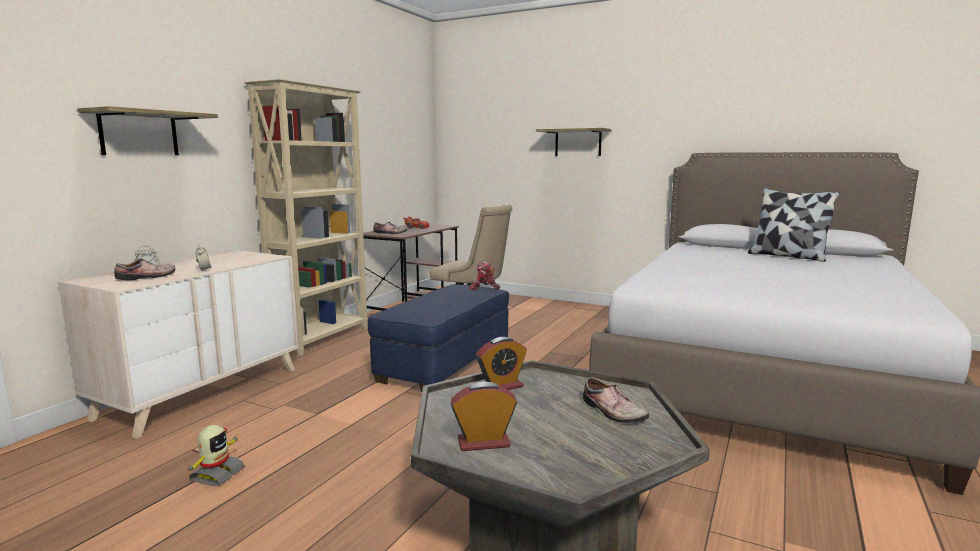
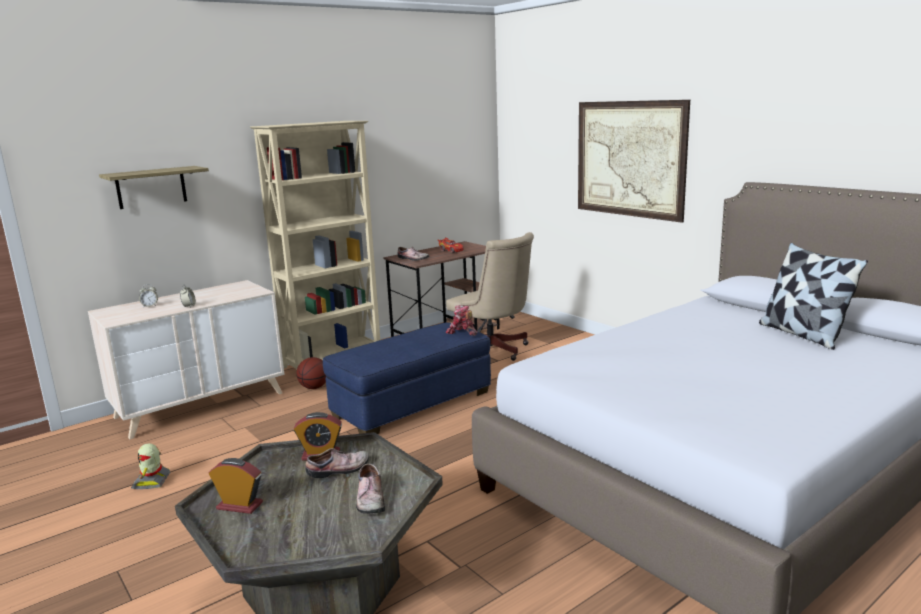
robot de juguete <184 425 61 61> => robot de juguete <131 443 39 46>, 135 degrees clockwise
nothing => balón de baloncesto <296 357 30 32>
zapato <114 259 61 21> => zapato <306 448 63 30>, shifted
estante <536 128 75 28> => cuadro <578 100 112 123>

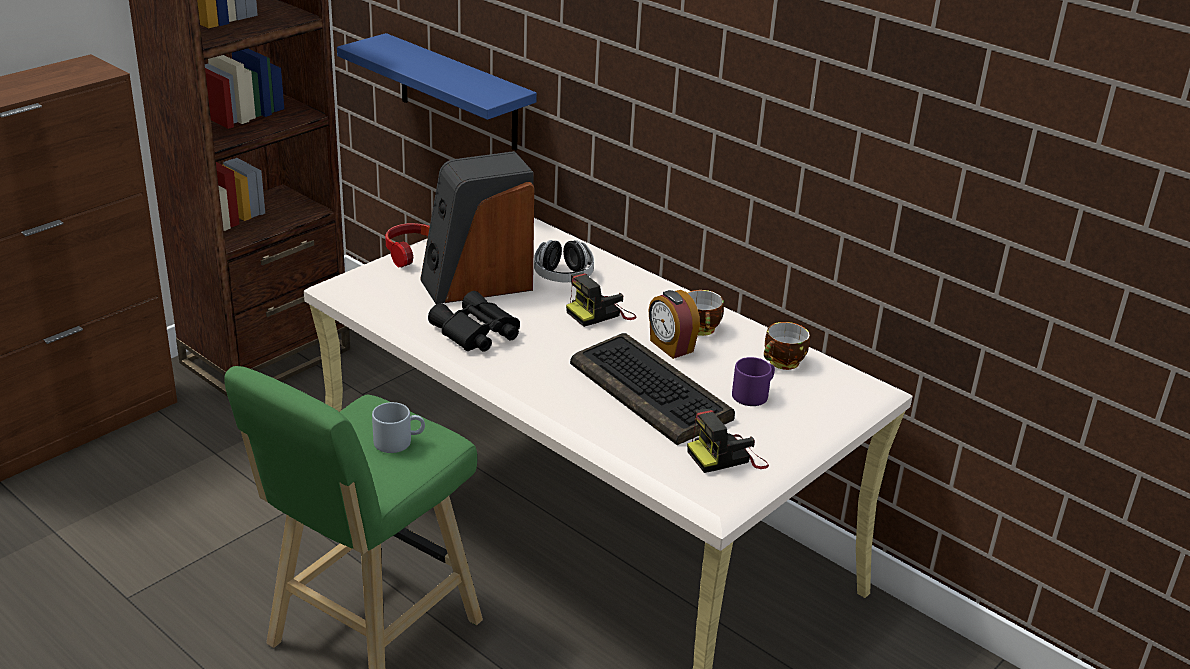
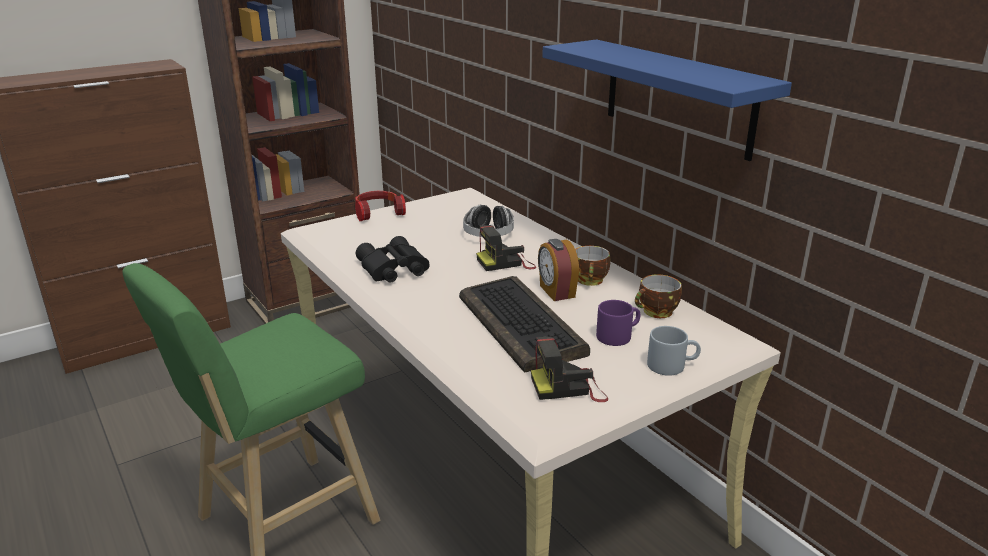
estante (azul) <337 33 200 118> => estante (azul) <542 39 250 122>, shifted
taza grande (gris) <372 402 53 51> => taza grande (gris) <647 326 54 50>, shifted
altavoz <420 151 115 153> => nothing

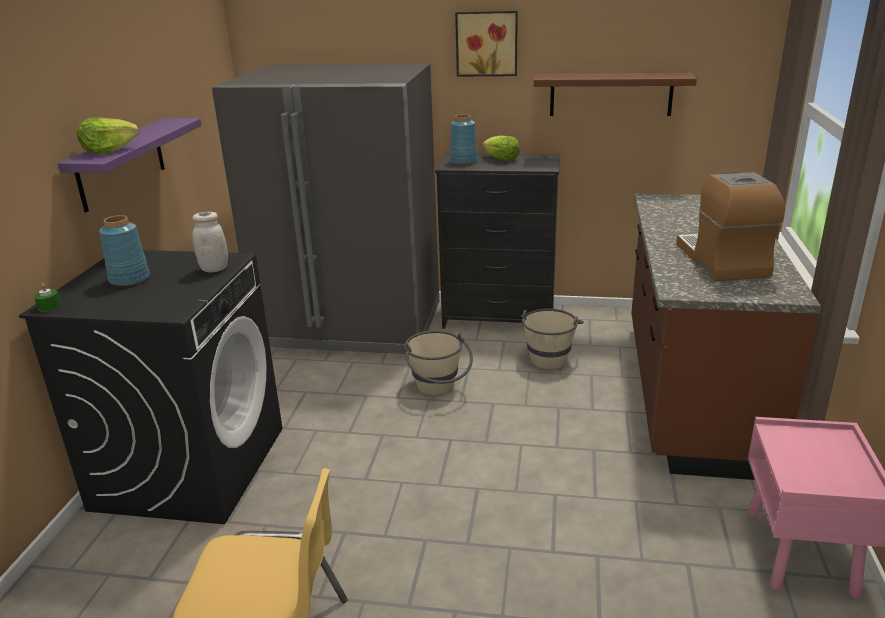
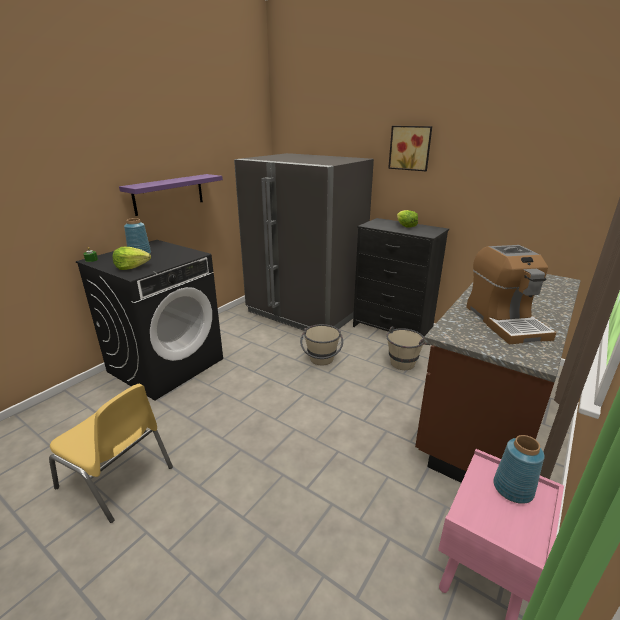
lechuga <77 118 62 36> => lechuga <113 247 38 23>, shifted
cafetera <676 172 109 109> => cafetera <466 245 90 99>, 150 degrees clockwise
florero (azul) <450 114 28 51> => florero (azul) <493 435 51 69>, shifted
tarro (blanco) <192 212 36 60> => nothing
estante (marrón) <534 73 163 43> => nothing

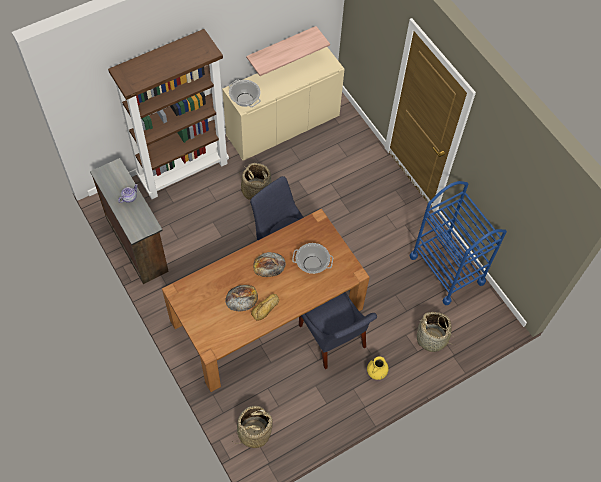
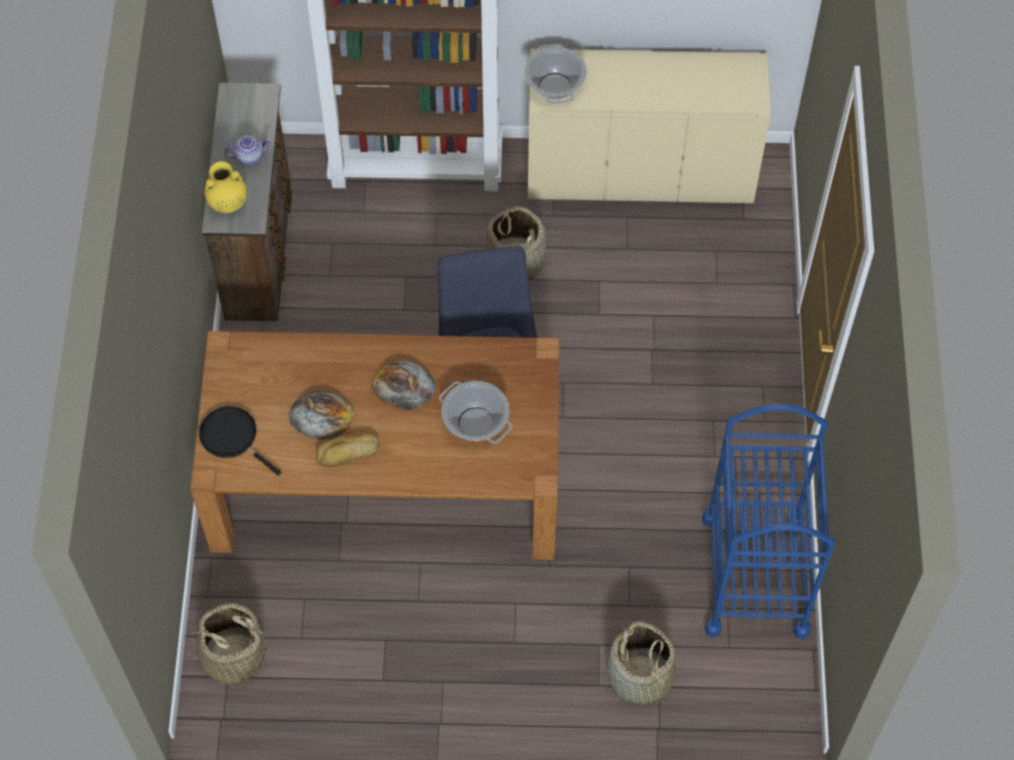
nothing => sartén (negro) <199 406 83 70>
florero (amarillo) <367 356 22 24> => florero (amarillo) <205 161 42 52>, shifted
estante <246 26 84 50> => nothing
silla (azul) <299 292 78 77> => nothing

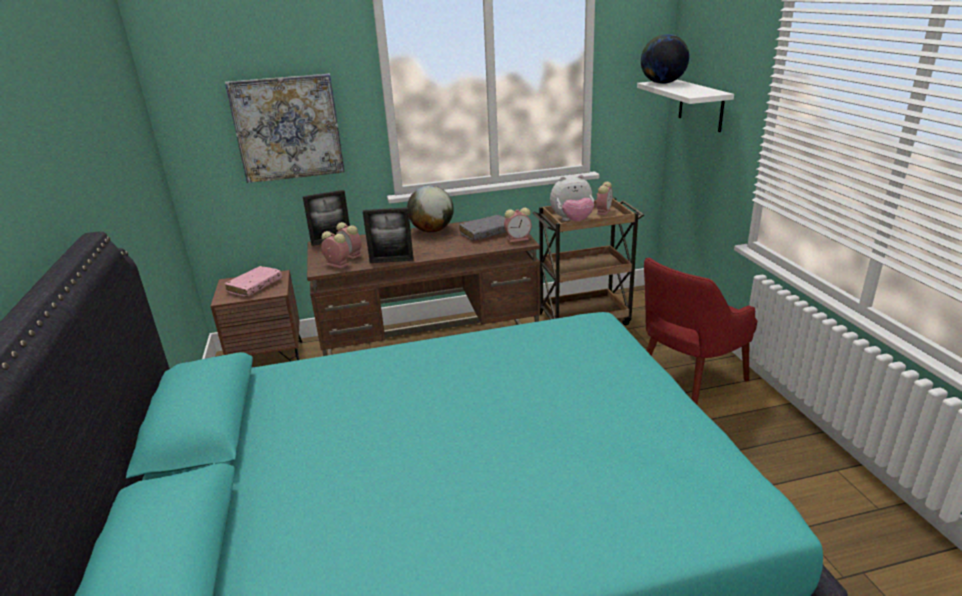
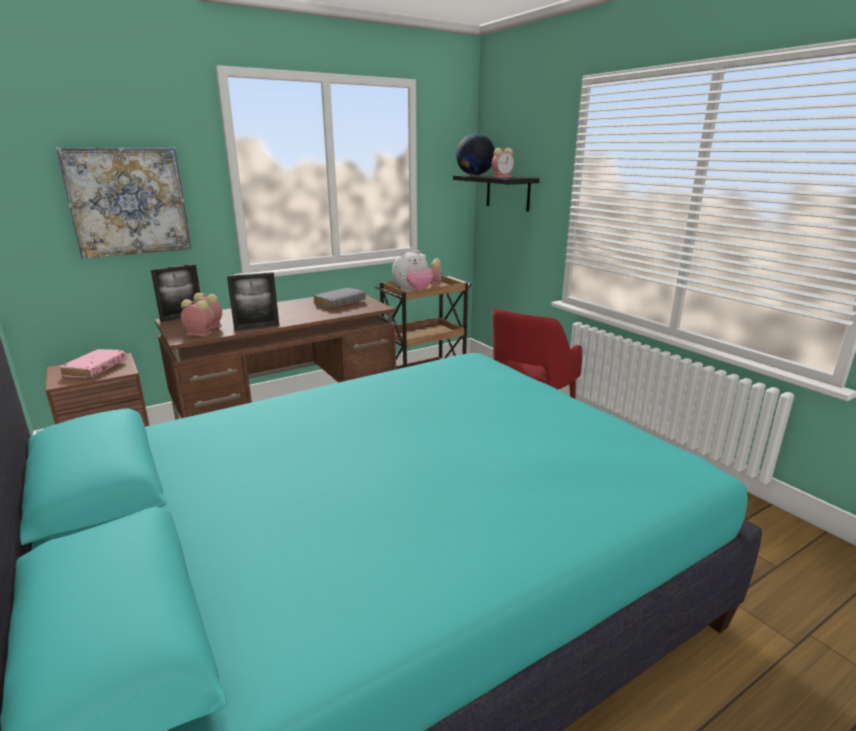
estante (blanco) <637 80 97 52> => estante (negro) <453 174 87 38>
despertador <504 208 28 34> => despertador <491 148 23 29>, shifted
globo terráqueo <407 185 47 47> => nothing

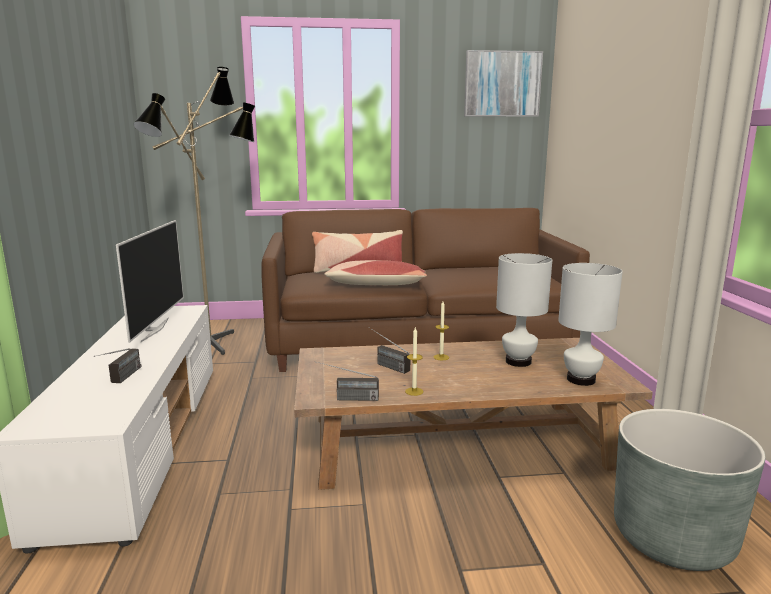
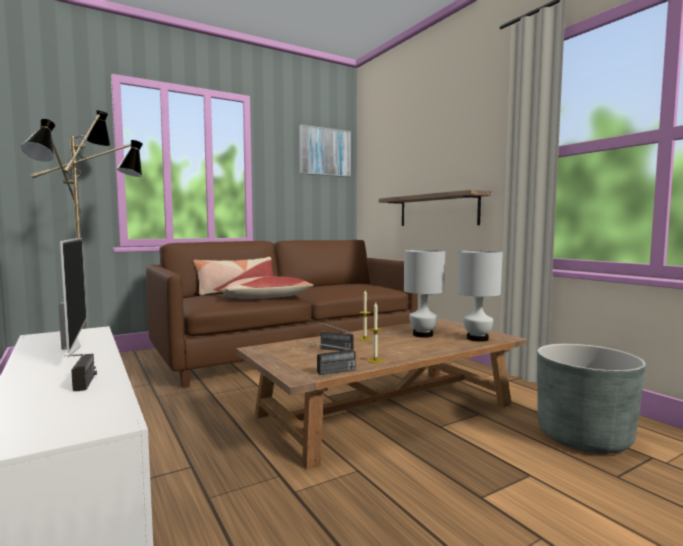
nothing => estante <379 190 112 36>

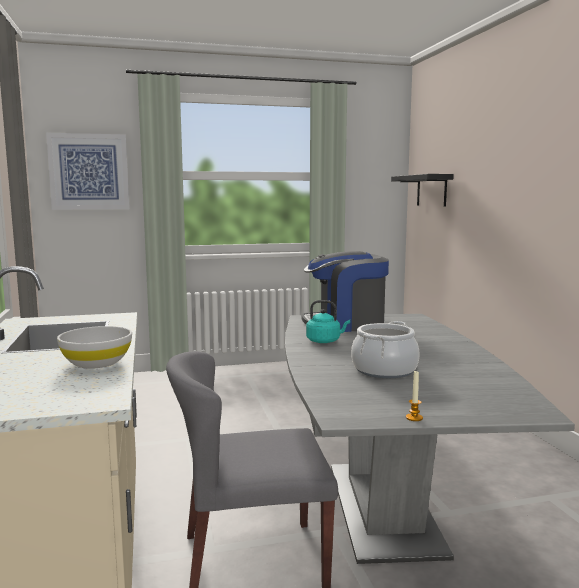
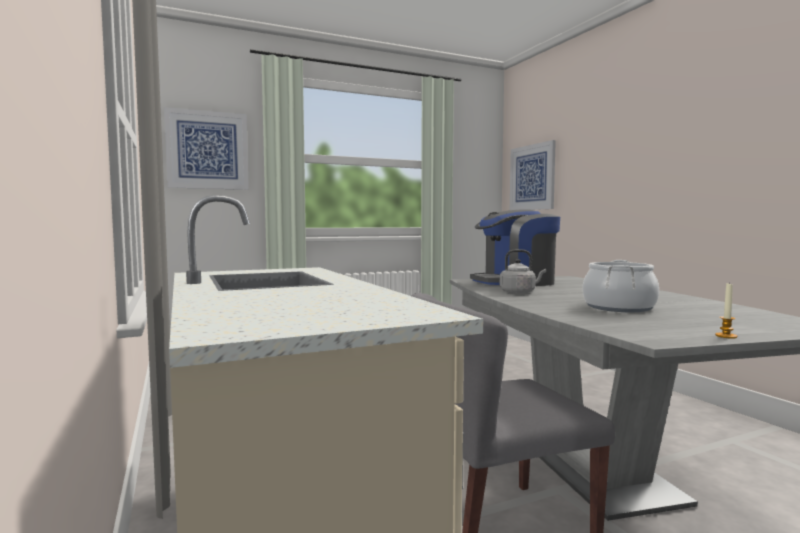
hervidor (turquesa) <306 300 44 43> => hervidor (gris) <500 249 46 45>
estante (negro) <391 174 63 33> => cuadro <510 140 46 70>
cuenco (blanco) <57 326 75 43> => nothing

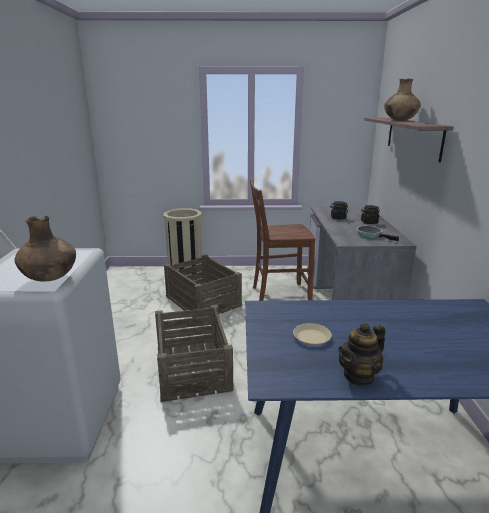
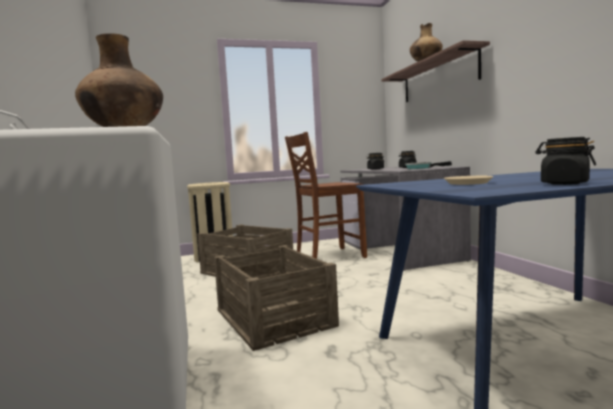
tetera <338 322 48 65> => tarro (negro) <535 137 61 48>

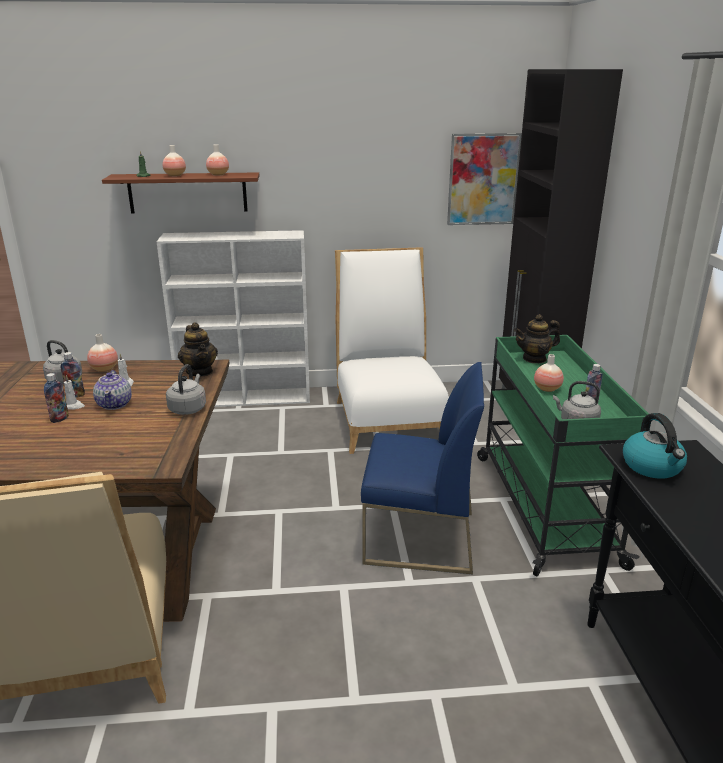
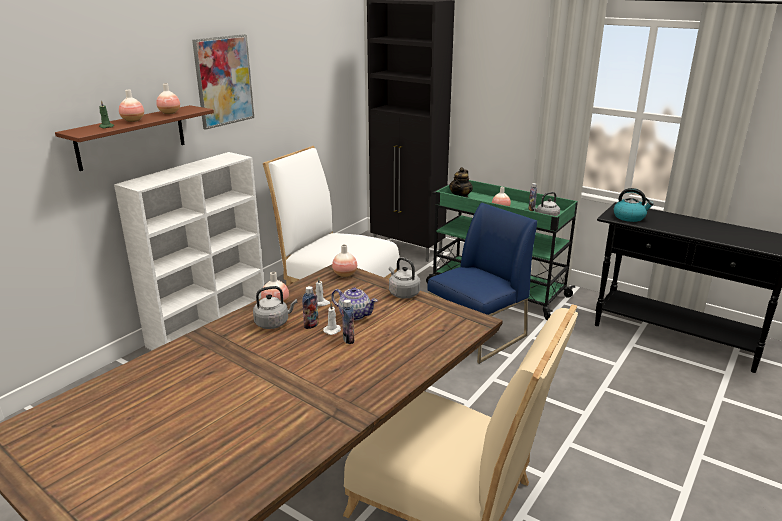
cuadro <447 133 75 92> => cuadro <192 34 62 96>, shifted
tetera <178 322 40 55> => florero <332 244 25 33>

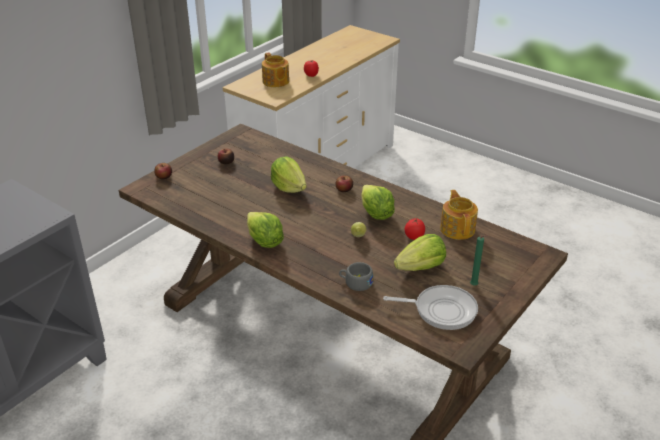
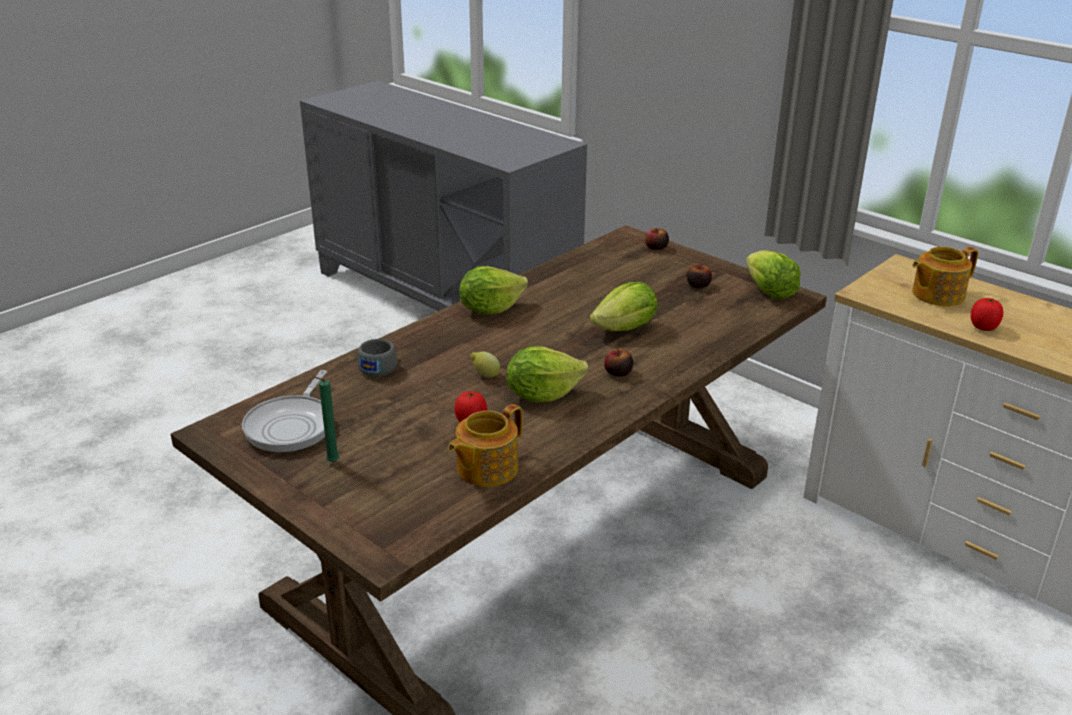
tetera <440 190 38 50> => tetera <448 404 74 83>, 135 degrees clockwise
lechuga <394 234 52 37> => lechuga <746 250 55 50>, shifted

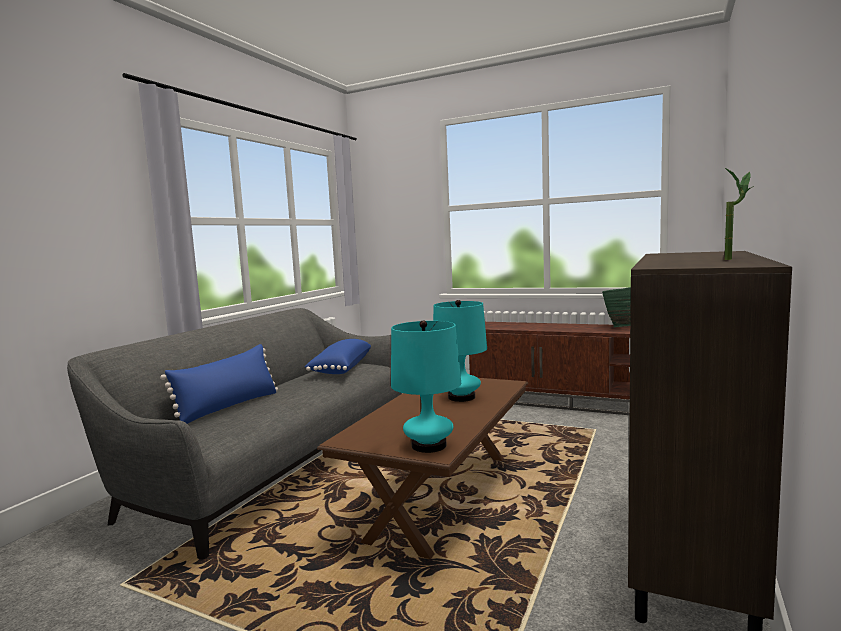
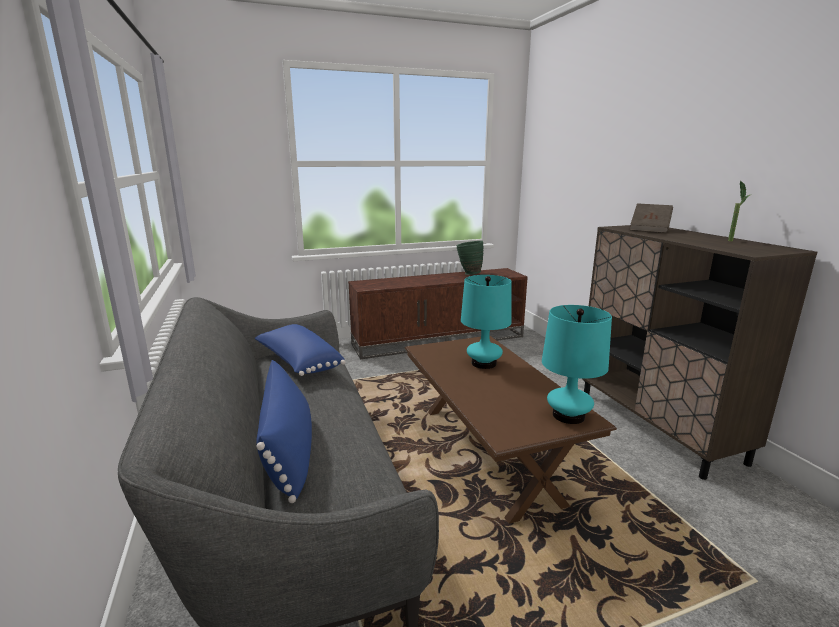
nothing => libro (marrón) <630 203 43 30>

